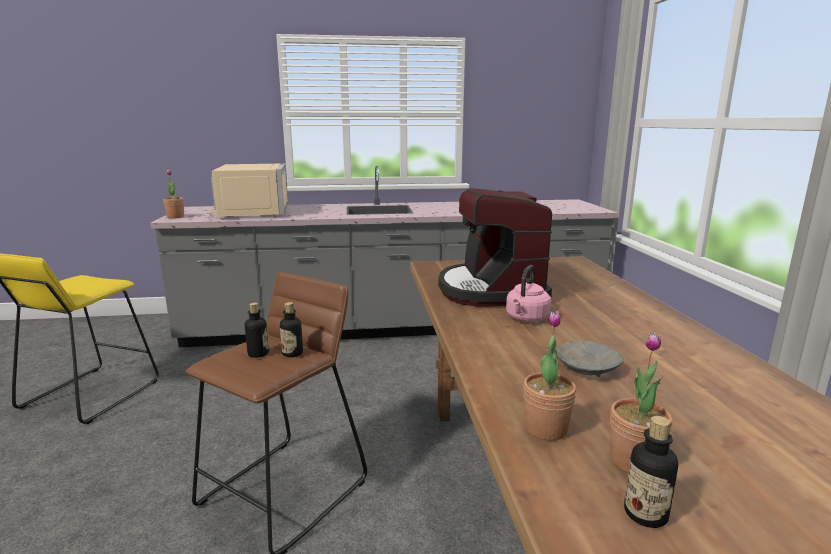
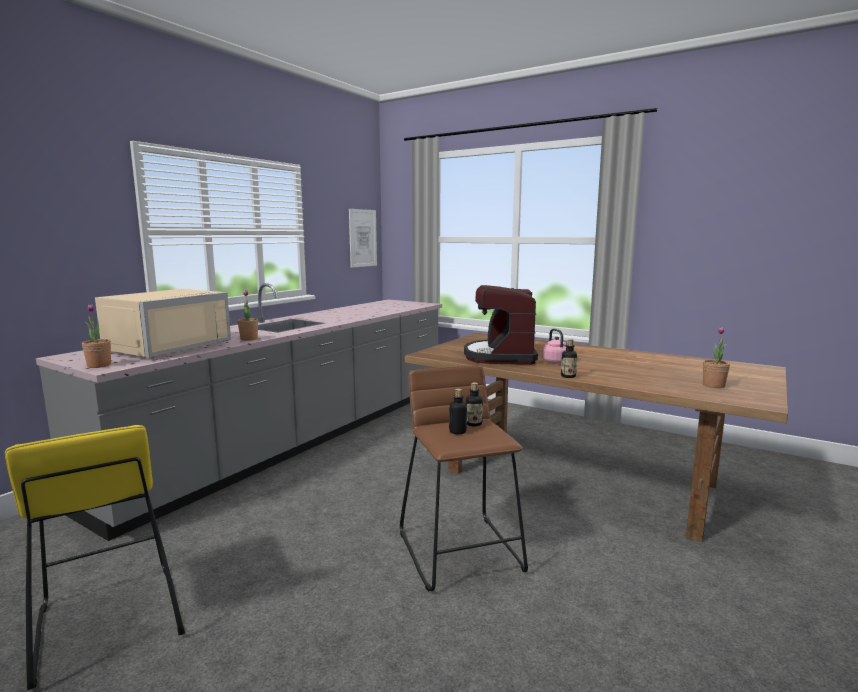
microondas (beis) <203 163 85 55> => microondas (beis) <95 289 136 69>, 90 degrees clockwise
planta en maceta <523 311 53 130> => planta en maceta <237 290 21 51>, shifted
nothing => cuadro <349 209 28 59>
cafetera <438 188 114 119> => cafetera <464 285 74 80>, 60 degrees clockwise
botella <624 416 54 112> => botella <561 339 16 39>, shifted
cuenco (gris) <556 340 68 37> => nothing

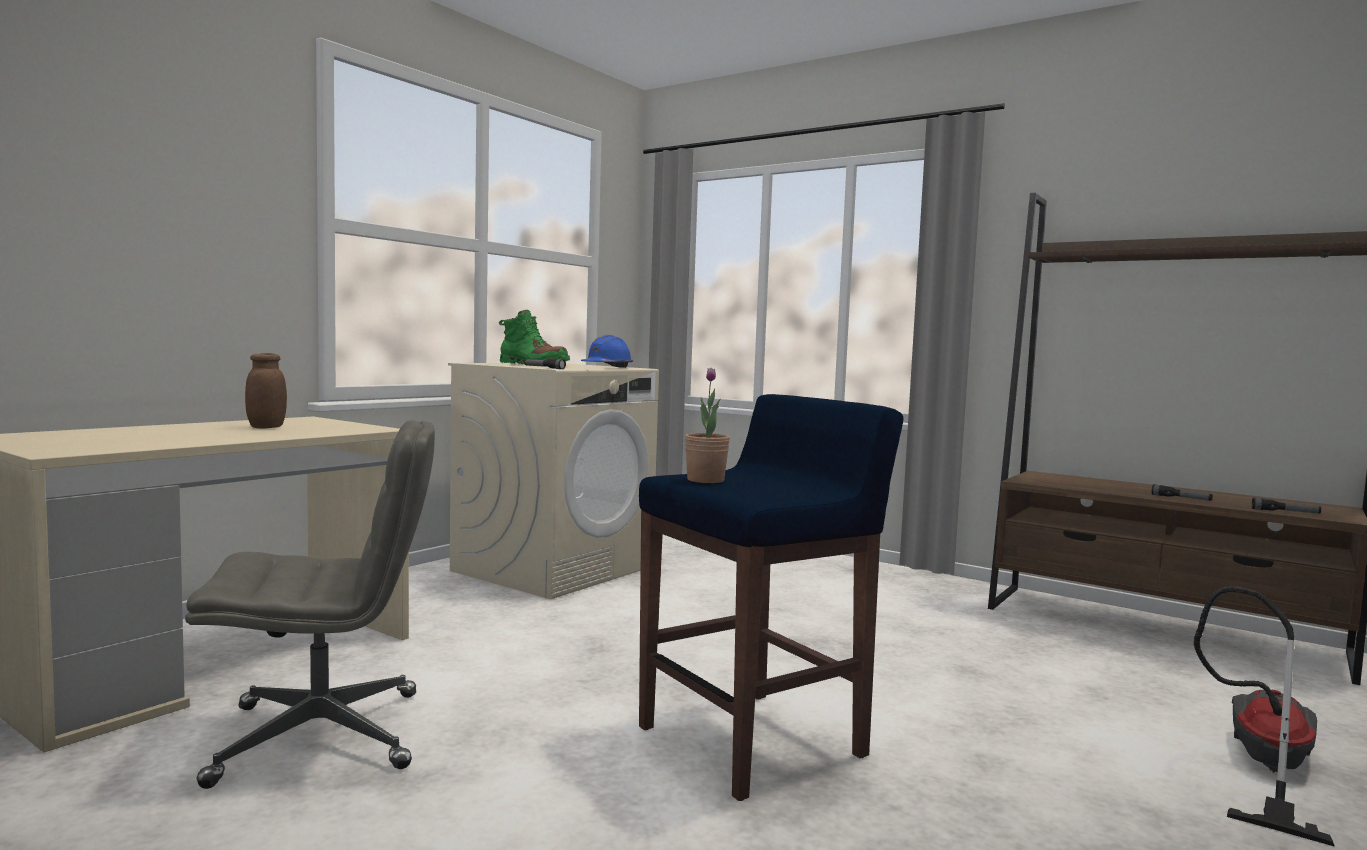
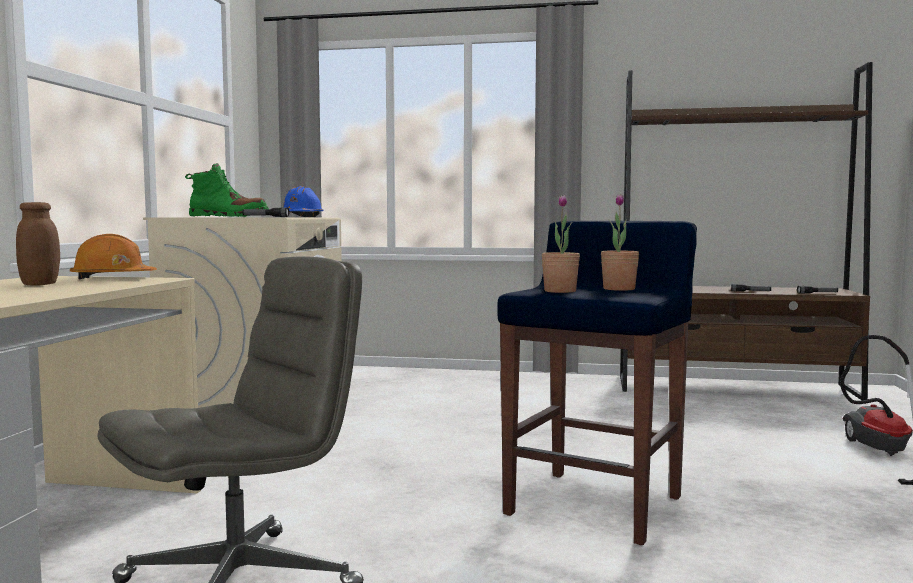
nothing => casco (naranja) <70 234 87 45>
nothing => planta en maceta <601 194 38 97>

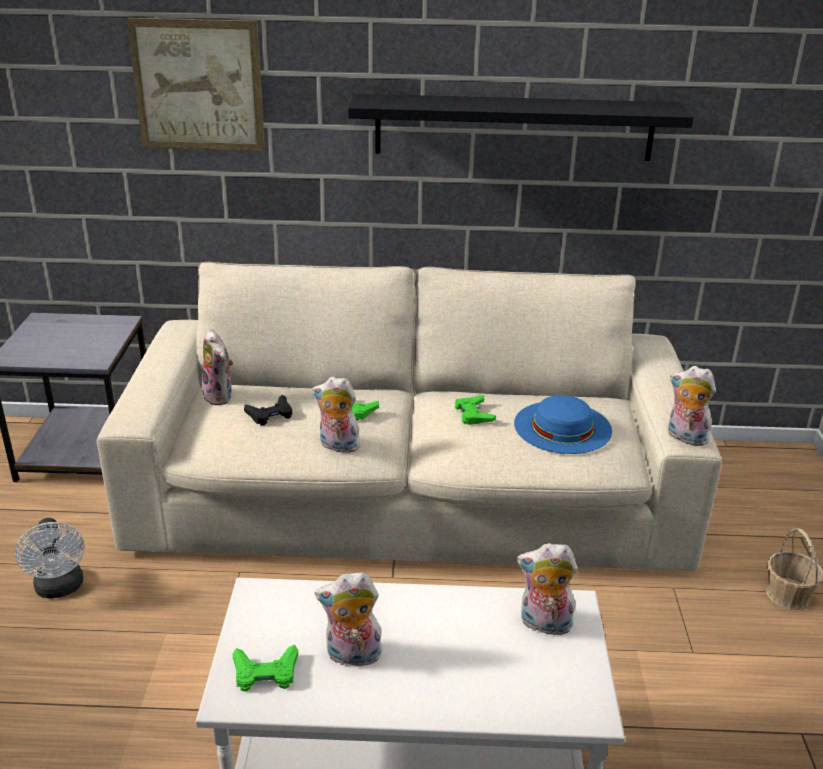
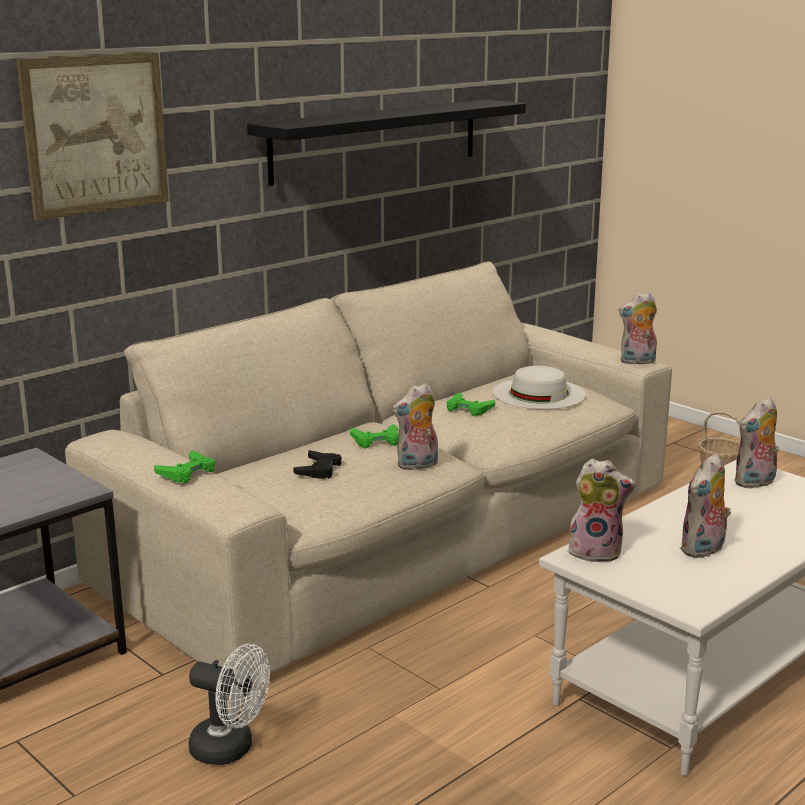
mando de consola (verde) <232 644 66 48> => mando de consola (verde) <154 450 61 33>, shifted
sombrero (azul) <514 395 98 59> => sombrero (blanco) <493 366 93 43>
peluche <202 329 31 76> => peluche <568 458 68 105>, shifted

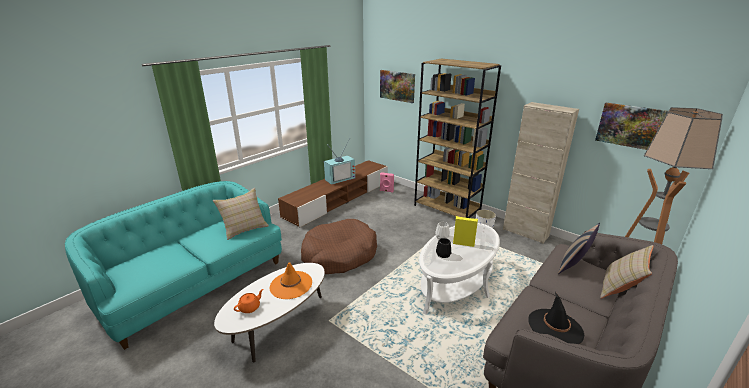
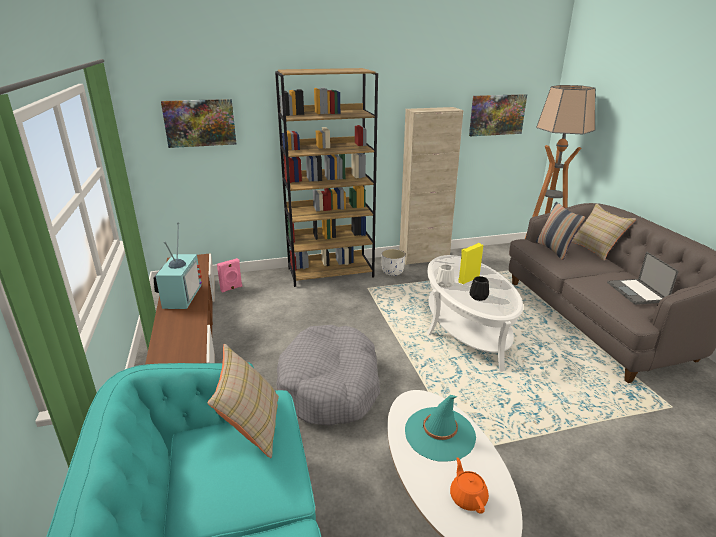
cama para perro (marrón) <301 219 76 55> => cama para perro (gris) <276 325 104 101>
sombrero (naranja) <269 262 43 37> => sombrero (turquesa) <405 395 71 67>
sombrero (negro) <528 292 56 52> => portátil <607 251 72 54>

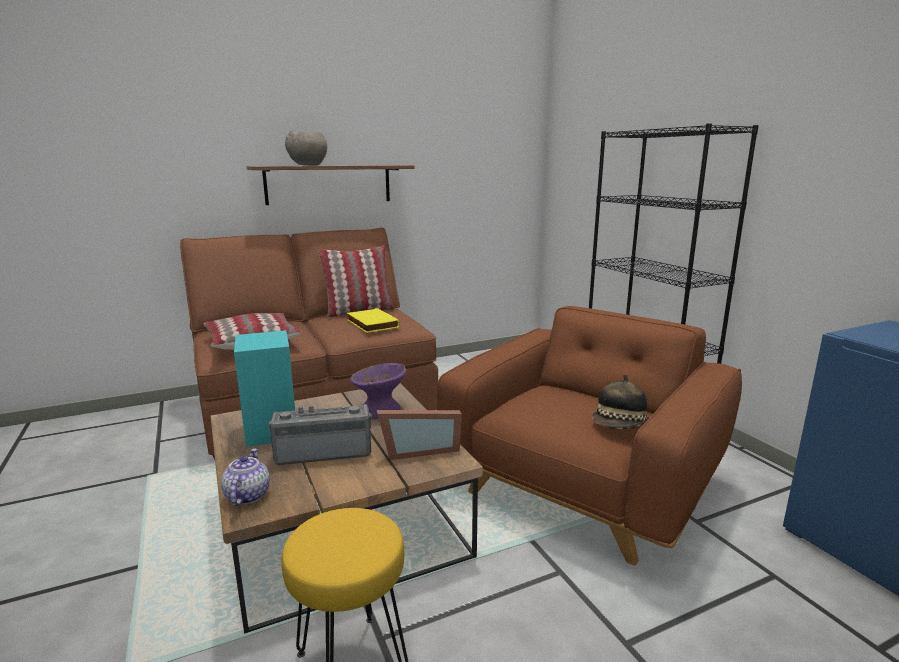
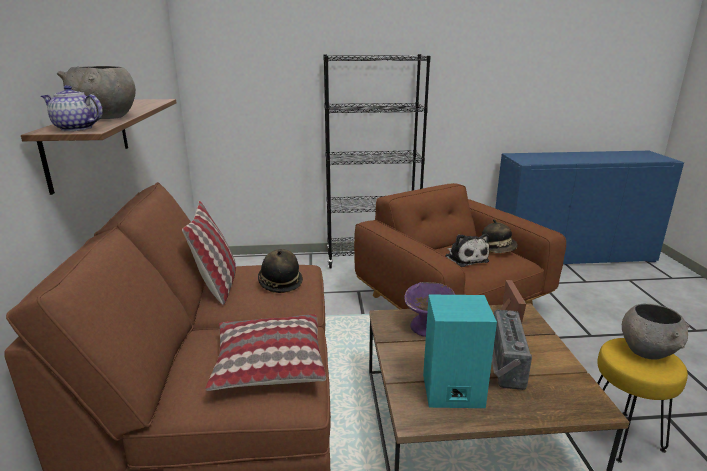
tetera <221 449 49 57> => tetera <41 85 62 46>, shifted
libro (amarillo) <347 308 52 25> => sombrero <258 249 45 44>
nothing => peluche <445 233 45 34>
nothing => cuenco (gris) <622 304 67 56>

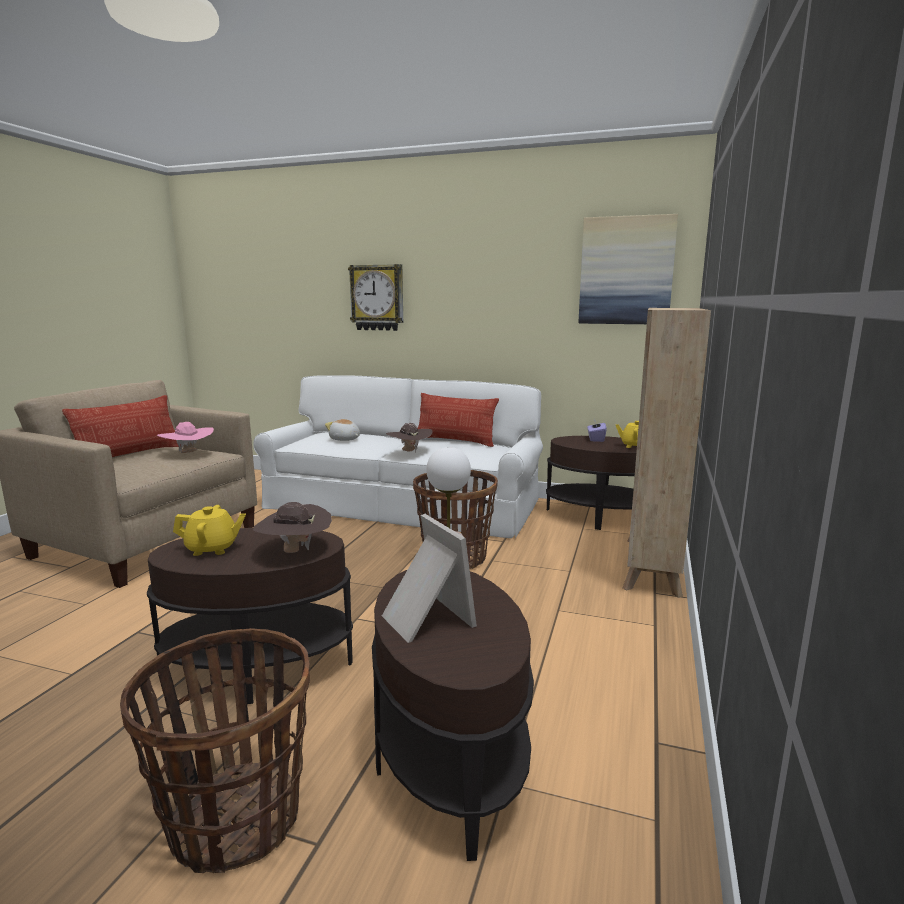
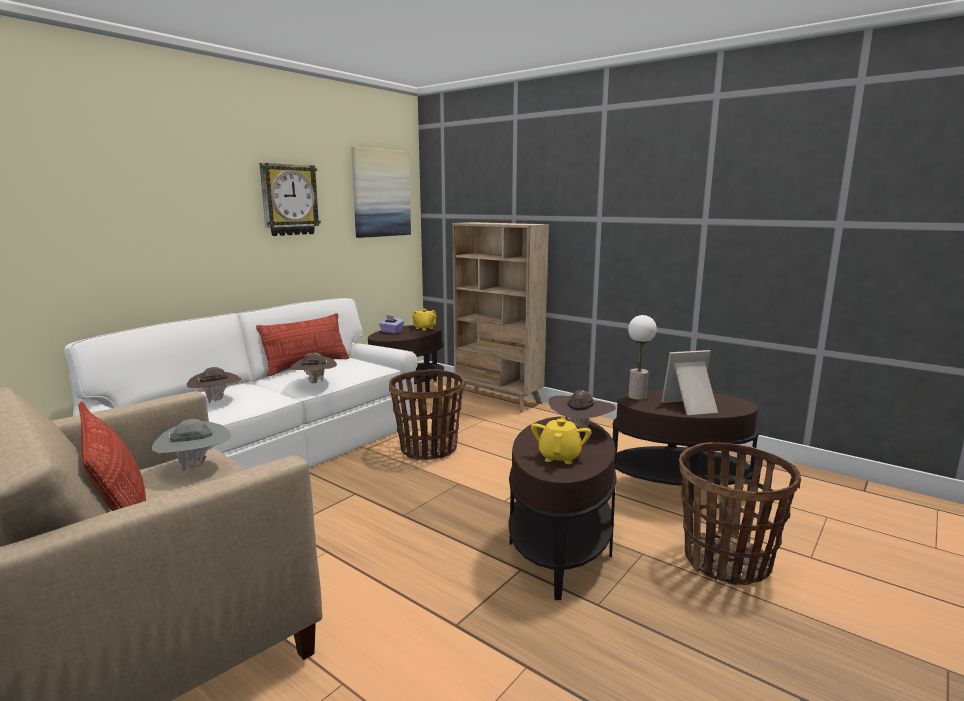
sombrero (rosa) <157 422 57 31> => sombrero (gris) <152 419 79 52>
peluche <325 419 35 22> => sombrero (marrón) <187 367 54 36>
reloj de pared <348 264 55 67> => reloj de pared <259 163 62 73>, shifted

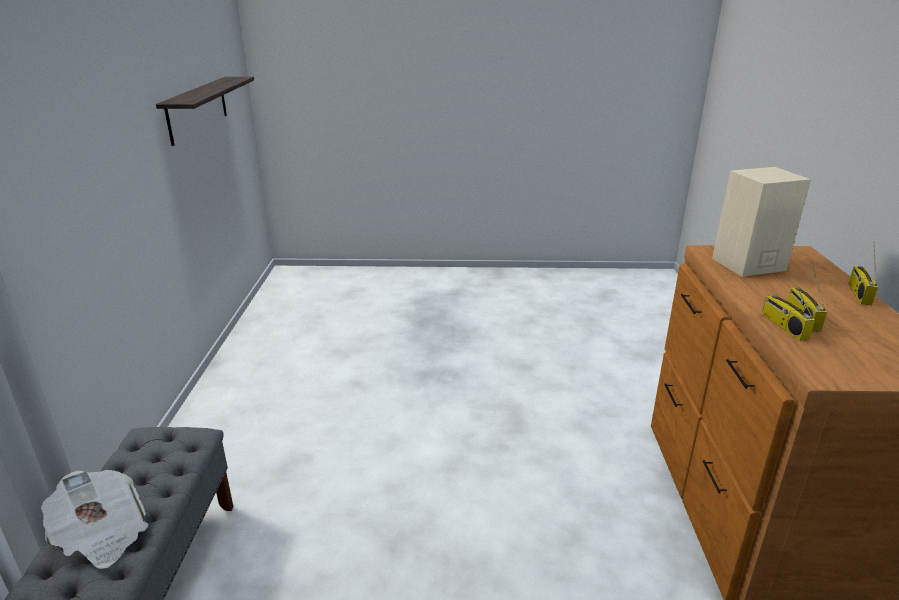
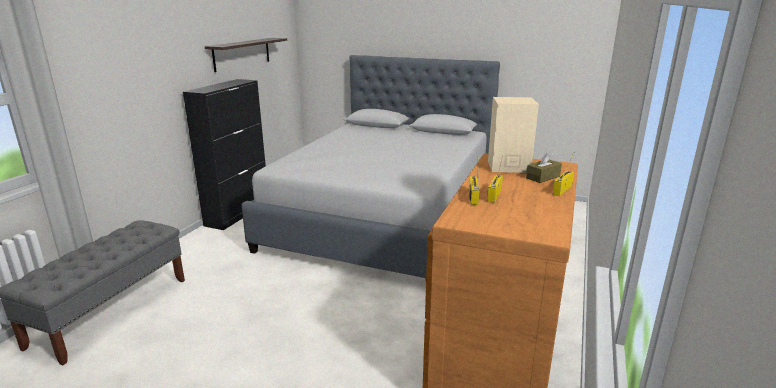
nothing => armario (negro) <183 79 83 151>
nothing => cama (gris) <242 55 258 223>
nothing => caja de pañuelos (marrón) <526 151 36 32>
periódico <41 470 107 99> => nothing

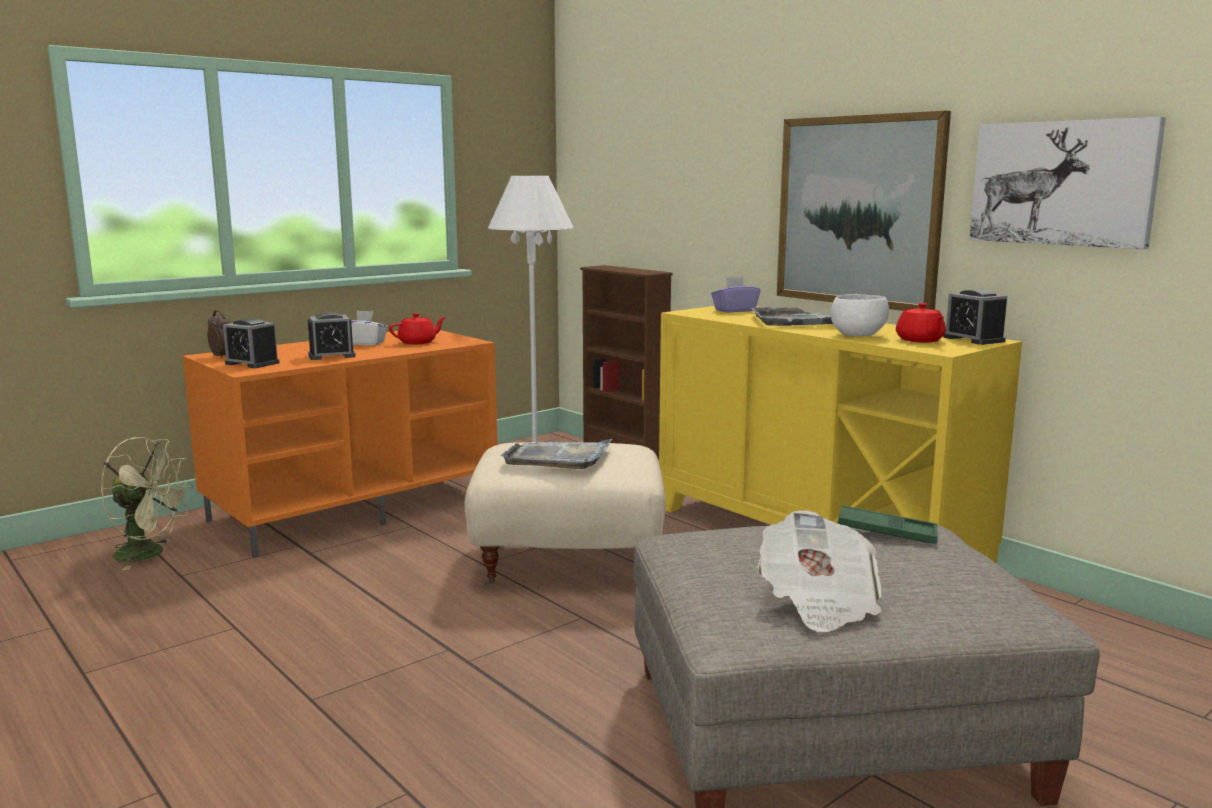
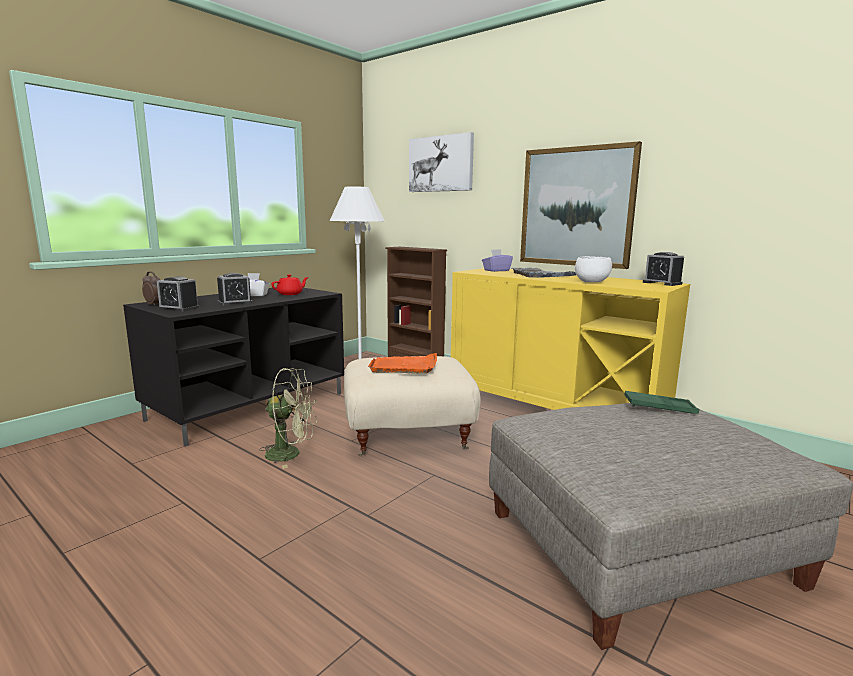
mueble de televisión (naranja) <183 330 315 228> => mueble de televisión (negro) <123 287 221 160>
ventilador (verde) <101 437 92 133> => ventilador (verde) <259 368 58 101>, shifted
bandeja (gris) <501 439 111 30> => bandeja (naranja) <368 353 69 21>
cuadro <969 117 197 132> => cuadro <409 132 65 60>, shifted
periódico <758 510 124 122> => nothing
tetera (rojo) <896 303 50 40> => nothing

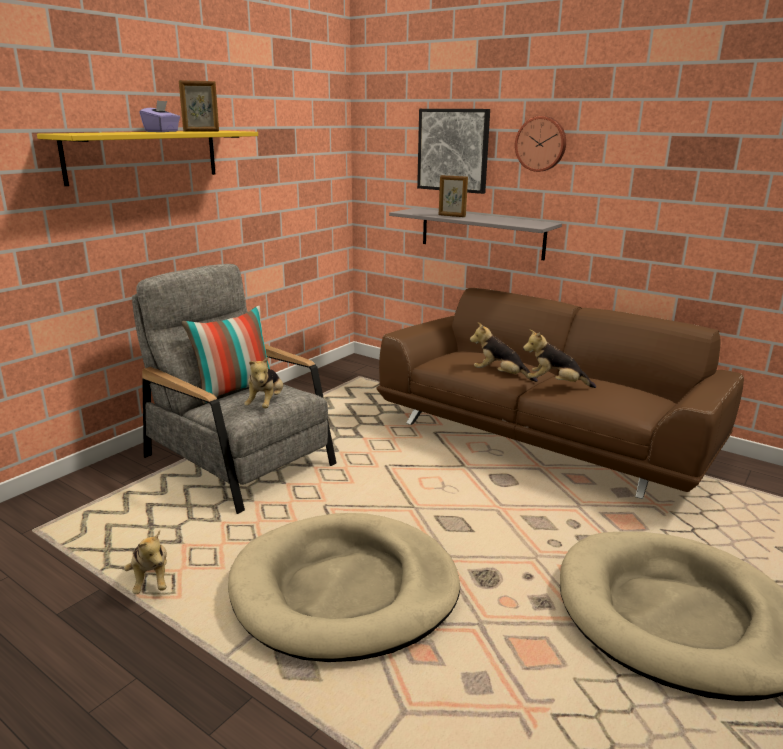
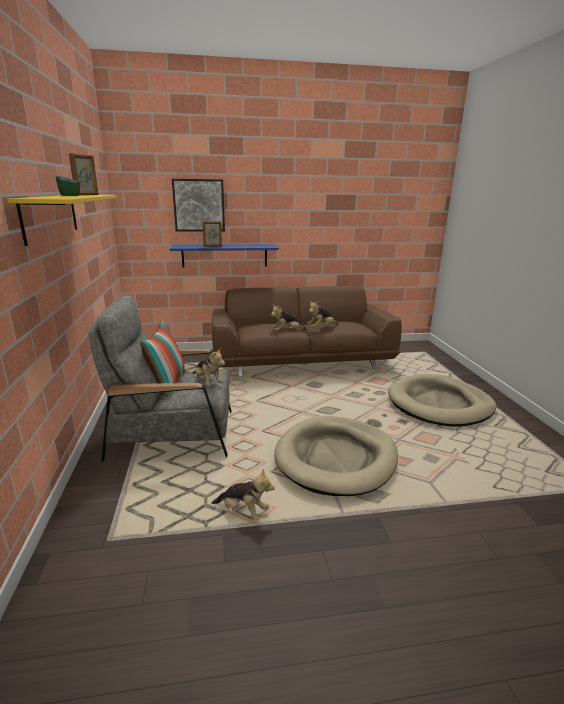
caja de pañuelos (morado) <139 100 41 32> => caja de pañuelos (verde) <56 171 25 25>
estante (gris) <389 208 173 52> => estante (azul) <170 244 109 24>
reloj de pared <515 116 51 56> => nothing

